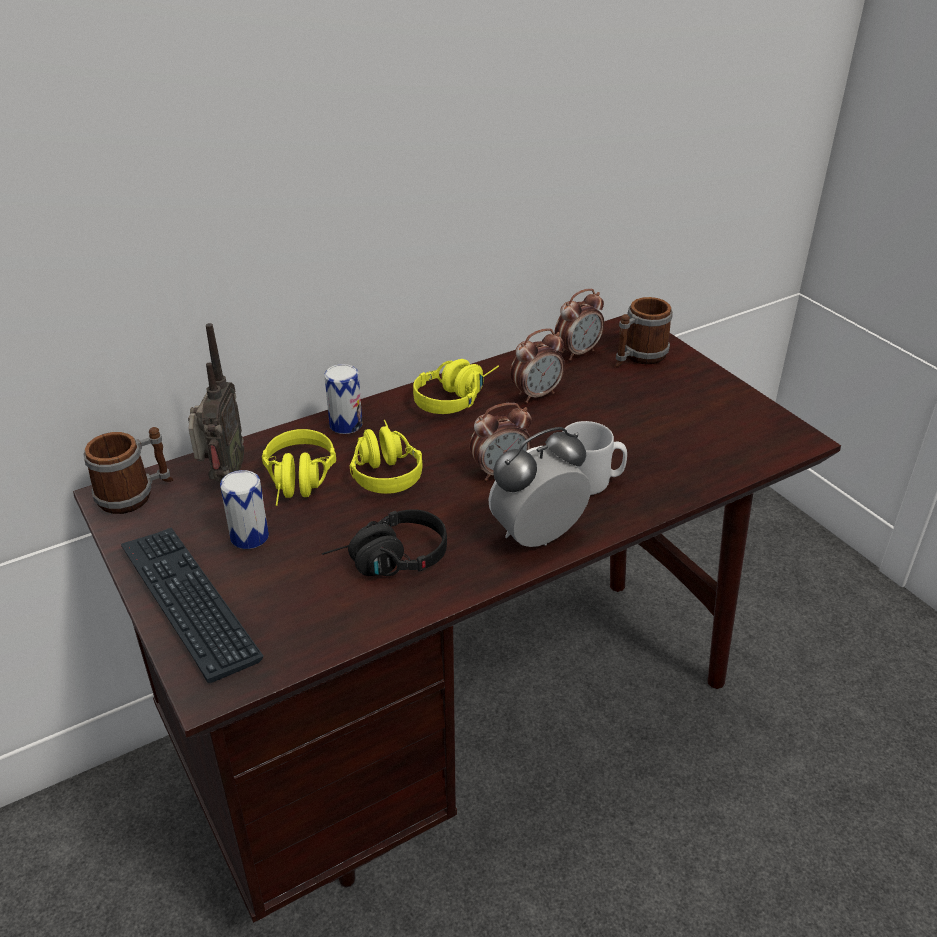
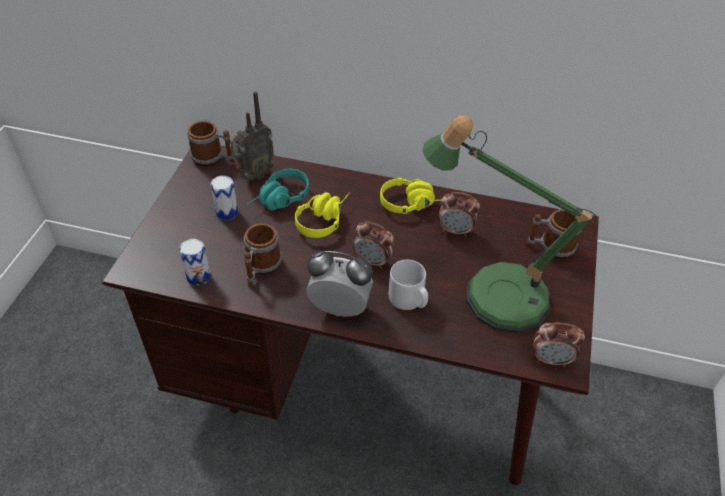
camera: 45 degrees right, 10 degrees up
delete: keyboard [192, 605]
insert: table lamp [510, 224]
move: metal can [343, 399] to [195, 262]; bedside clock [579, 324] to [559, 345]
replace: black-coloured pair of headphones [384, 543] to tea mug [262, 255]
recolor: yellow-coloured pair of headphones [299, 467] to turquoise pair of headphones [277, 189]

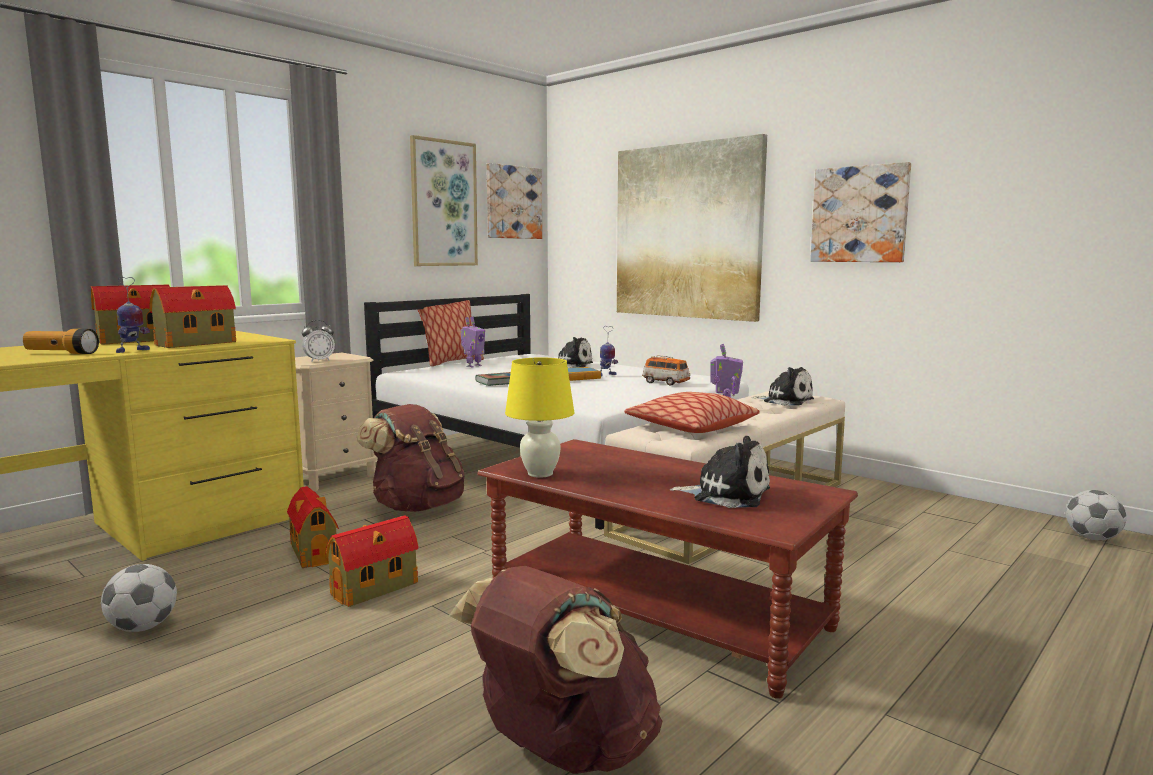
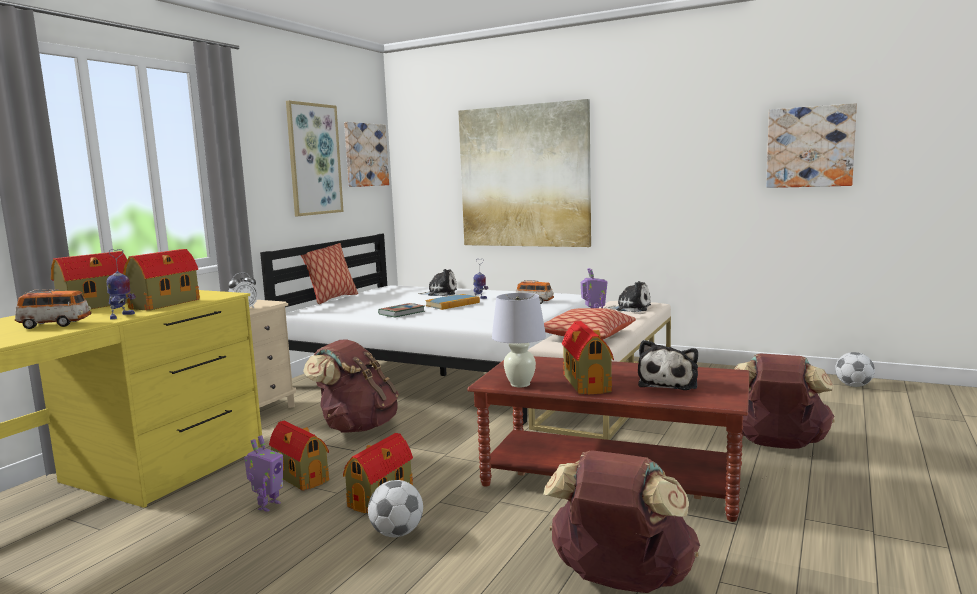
camera: 15 degrees left, 0 degrees up
insert: toy house [588, 357]; brown rucksack [784, 401]
move: football [139, 598] to [395, 508]; robot figure [473, 342] to [263, 473]; wall art [860, 212] to [811, 145]
replace: torch [61, 341] to miniature car [53, 309]
recolor: yellow-coloured table lamp [539, 418] to whitish table lamp [519, 340]
rotate: soft toy [720, 472] = [668, 365] 105 degrees clockwise

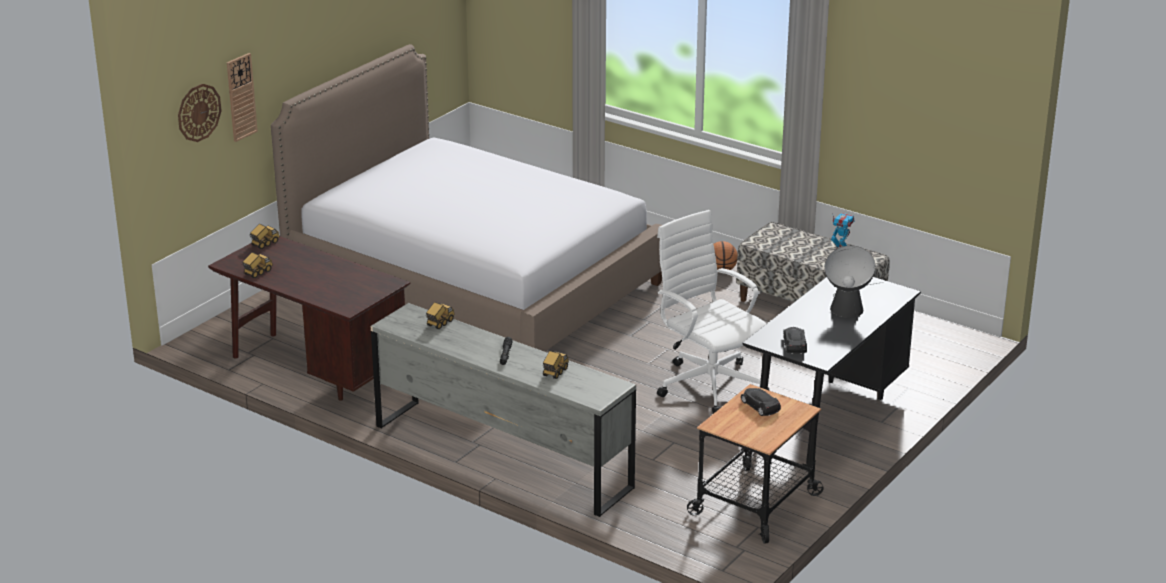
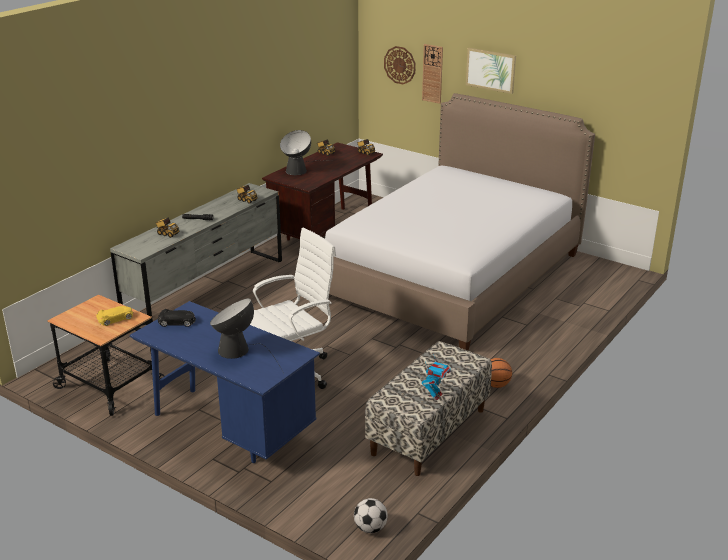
camera: 90 degrees right, 0 degrees up
insert: table lamp [306, 152]; football [371, 515]; wall art [491, 71]
recolor: black-coloured miniature car [761, 402] to yellow-coloured miniature car [114, 316]; black-coloured desk table [831, 370] to blue-coloured desk table [225, 382]

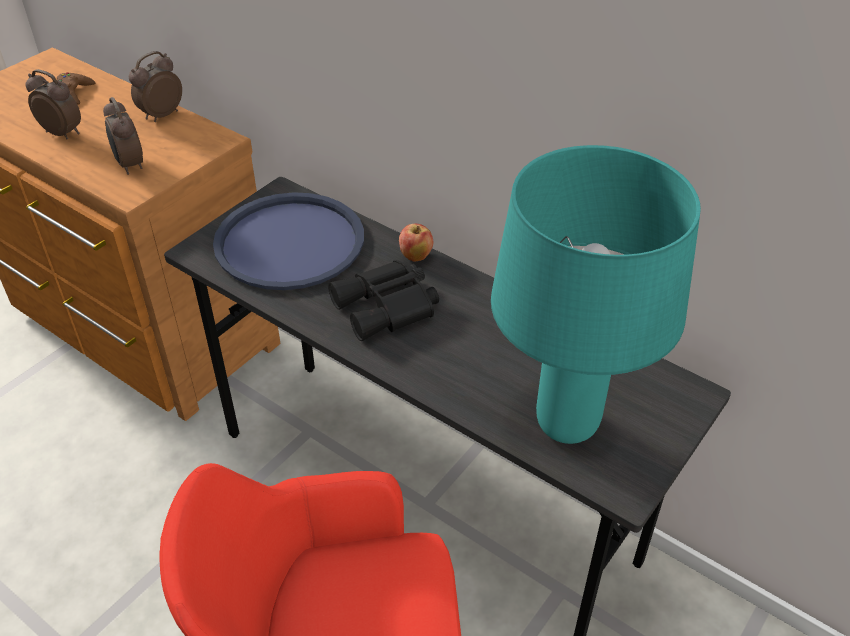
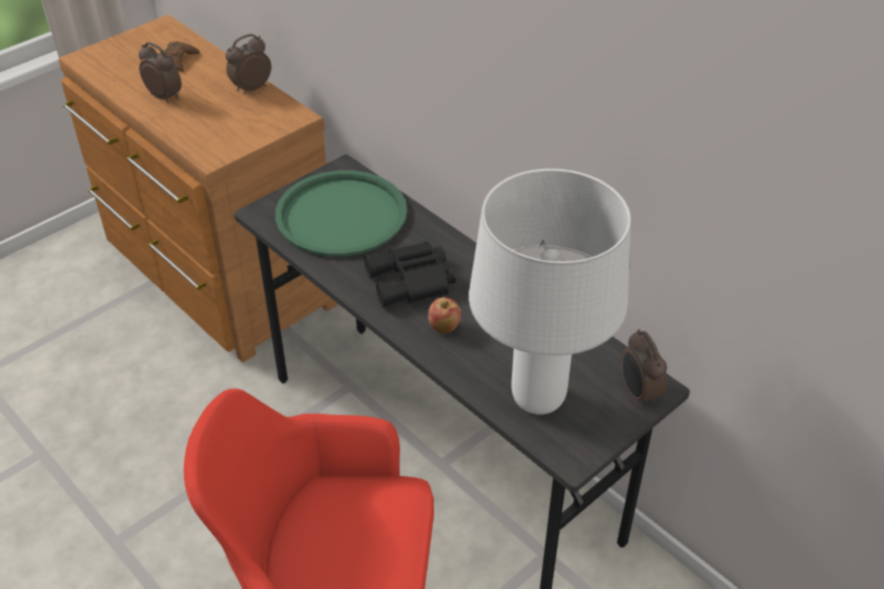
camera: 10 degrees right, 0 degrees up
move: bedside clock [123, 136] to [644, 368]; apple fruit [416, 243] to [444, 315]
recolor: blue-coloured carrying tray [288, 241] to greenish carrying tray [341, 213]; turquoise table lamp [596, 294] to whitish table lamp [550, 292]

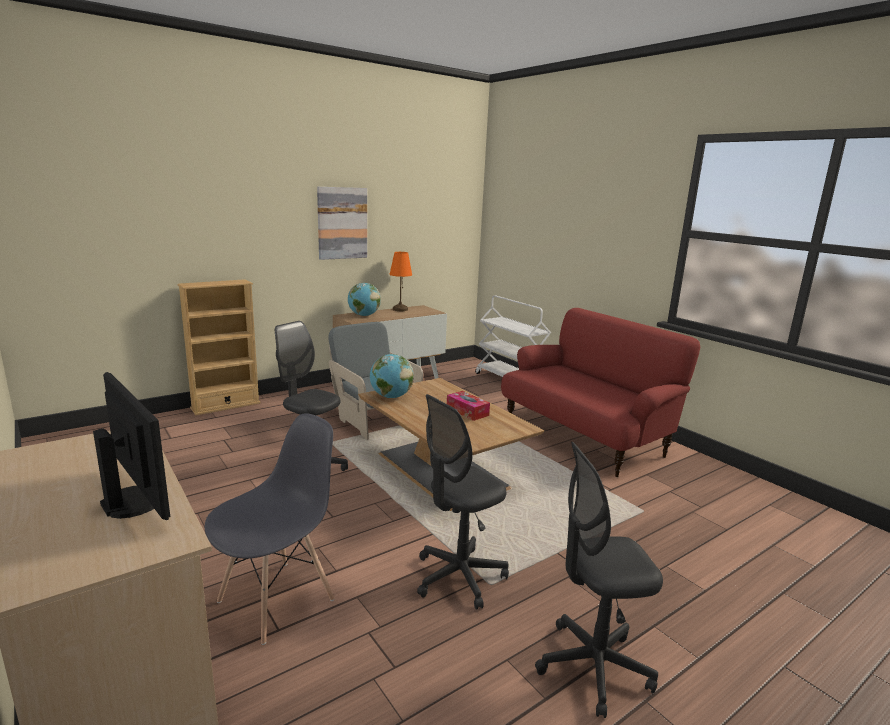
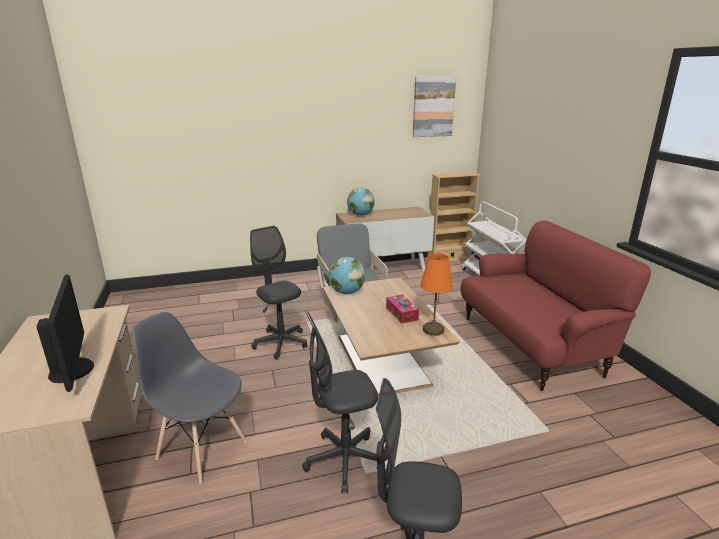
camera: 20 degrees right, 5 degrees up
move: beige bookcase [219, 347] to [454, 217]; wall art [342, 223] to [434, 107]; orange table lamp [401, 281] to [436, 294]
rotate: gray plain chair [270, 529] = [189, 398] 120 degrees counterclockwise

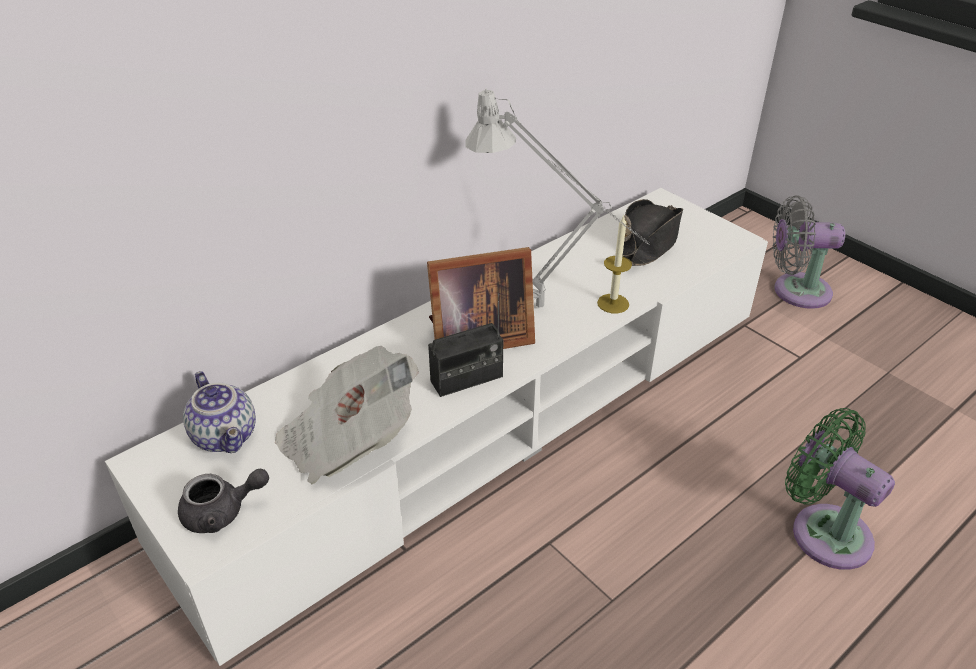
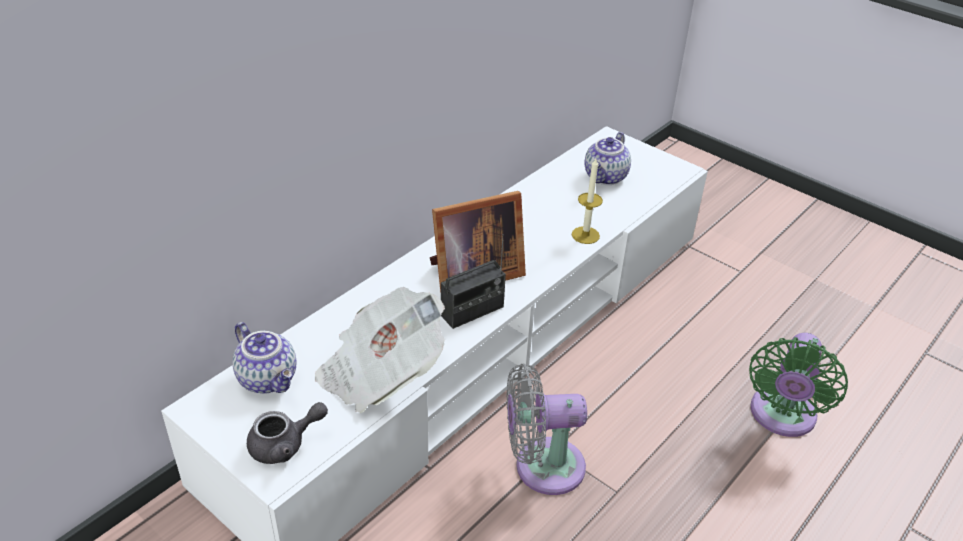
camera: 10 degrees left, 0 degrees up
delete: gray table lamp [558, 198]
move: gray fan [809, 252] to [547, 429]
replace: black-coloured clothing hat [653, 232] to pot for tea [607, 158]
rotate: greenish fan [840, 489] = [798, 385] 105 degrees counterclockwise

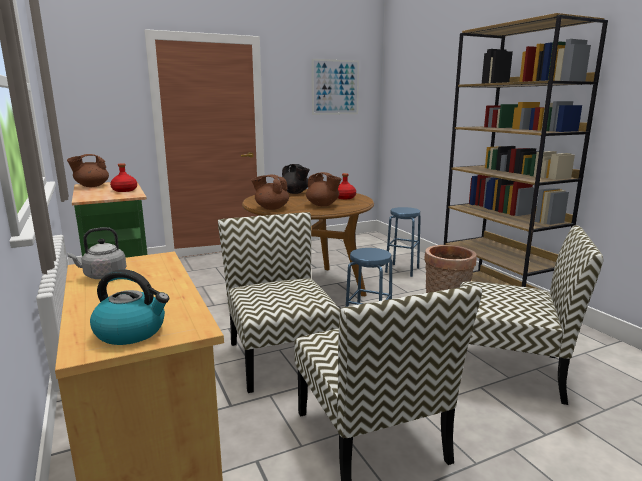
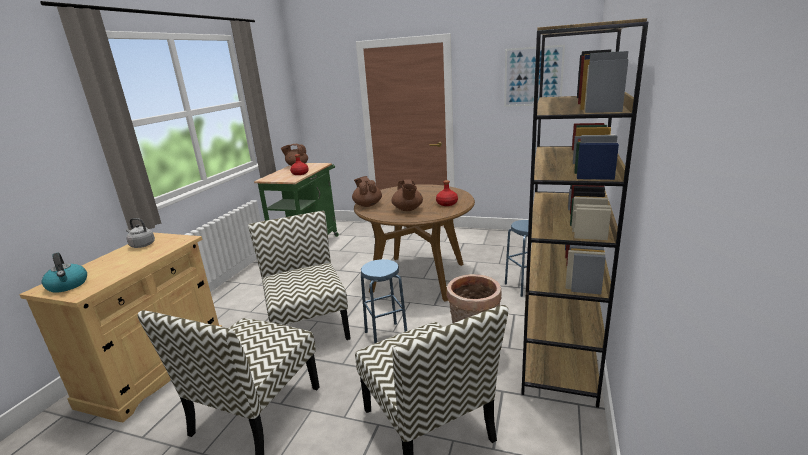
camera: 45 degrees right, 5 degrees up
delete: black-coloured pot for tea [296, 179]
rotate: plain chair [279, 302] = [299, 275] 45 degrees counterclockwise

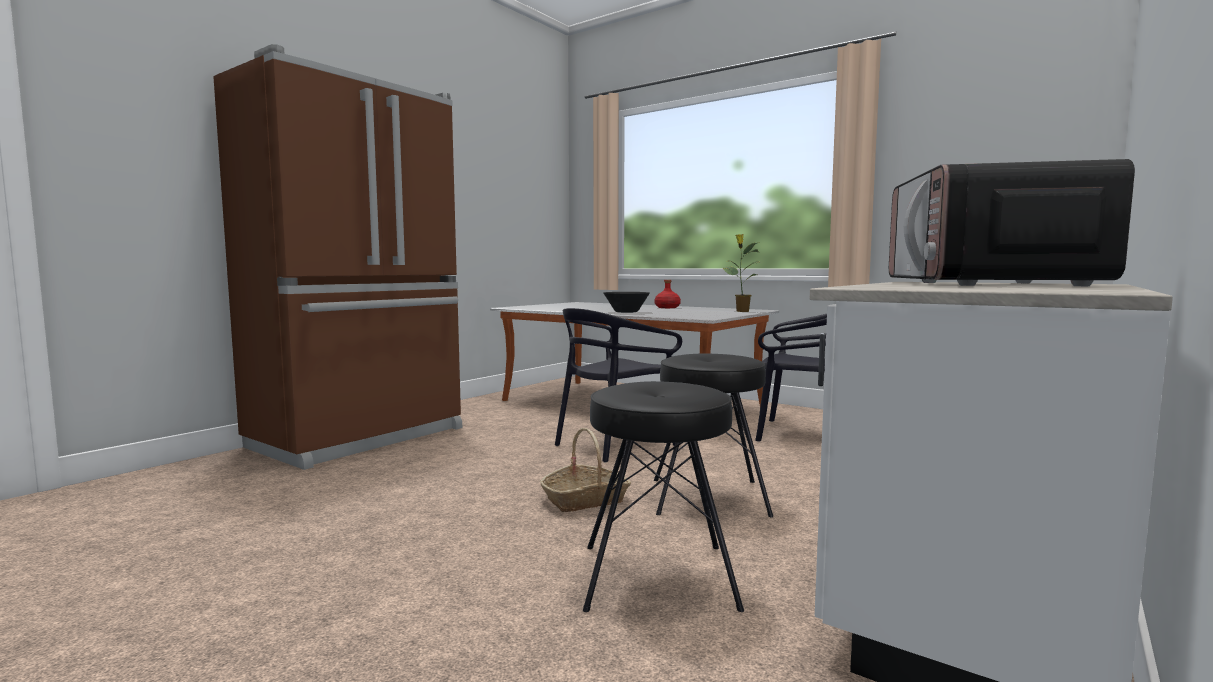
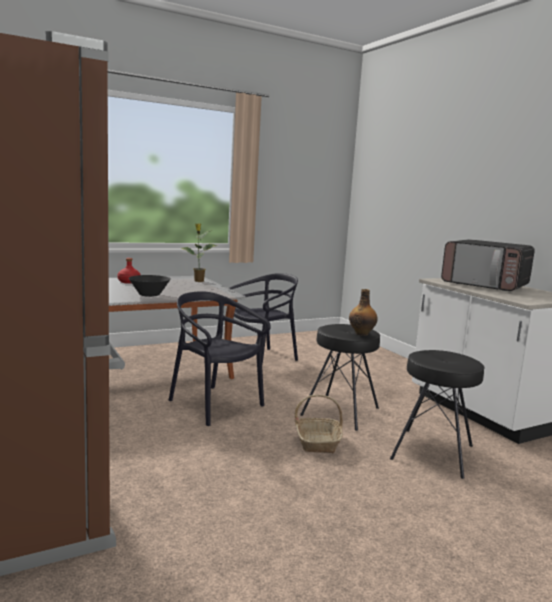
camera: 65 degrees left, 5 degrees up
insert: beverage bottle [363, 312]
rotate: black-coloured plain chair [618, 385] = [220, 358] 150 degrees clockwise

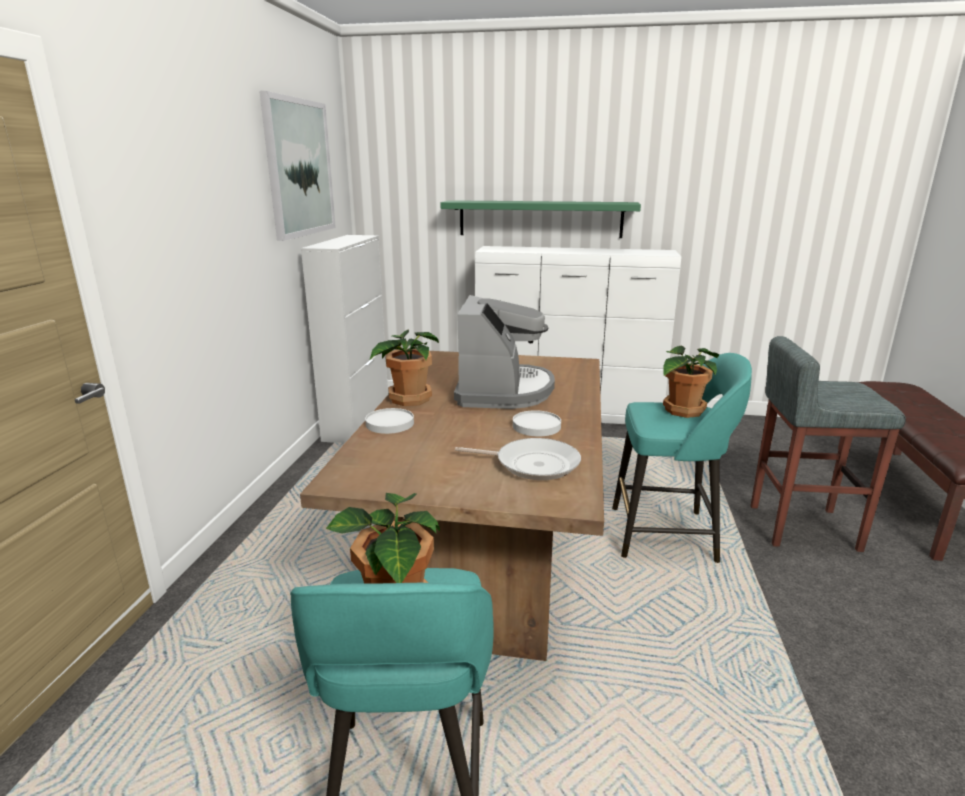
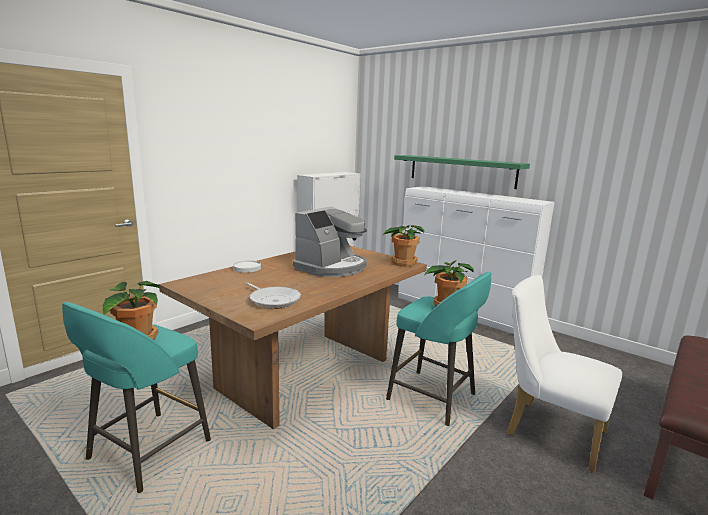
camera: 30 degrees right, 5 degrees down
delete: wall art [297, 166]; whitish dinner plate [537, 423]
move: houseplant [404, 367] to [403, 246]
replace: gray sitting stool [828, 444] to whitish plain chair [564, 374]

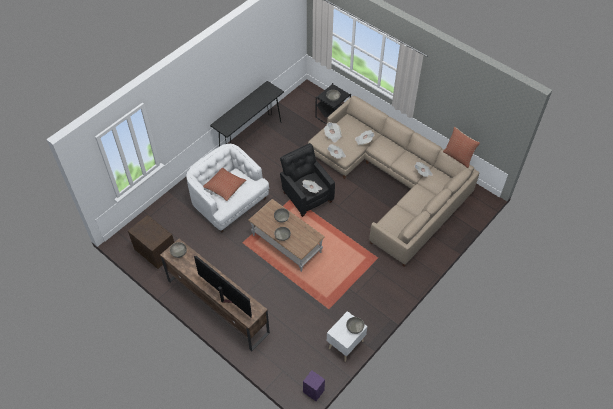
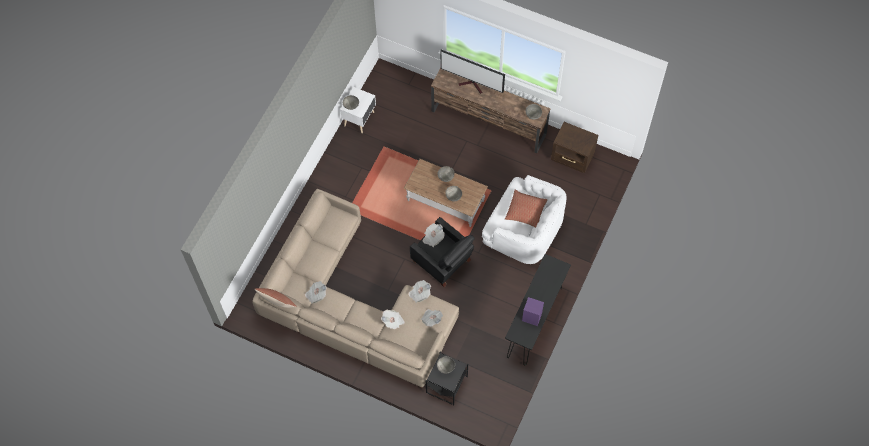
camera: 165 degrees right, 10 degrees up
move: purple-coloured speaker [314, 385] to [533, 311]

